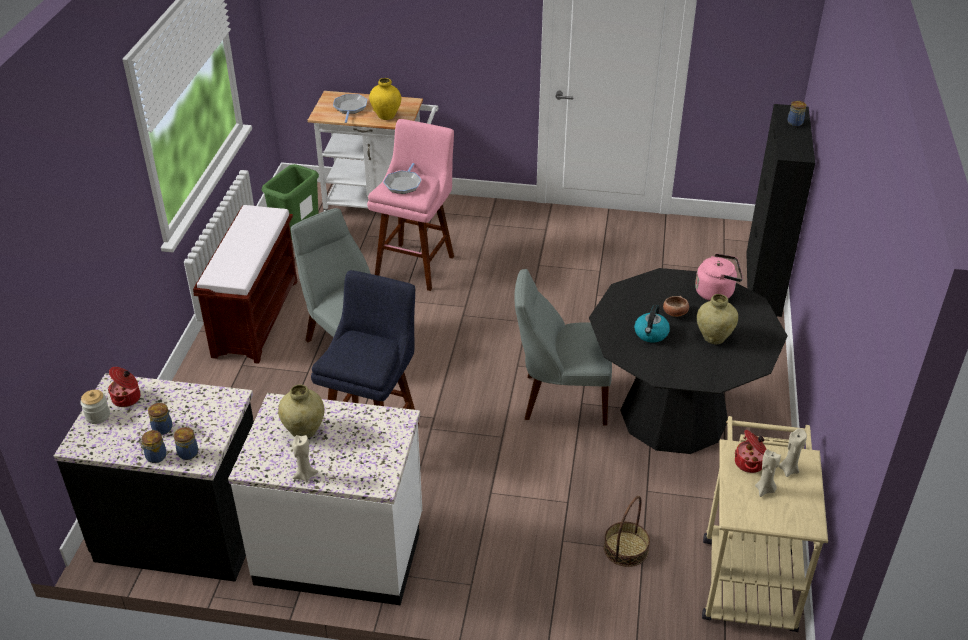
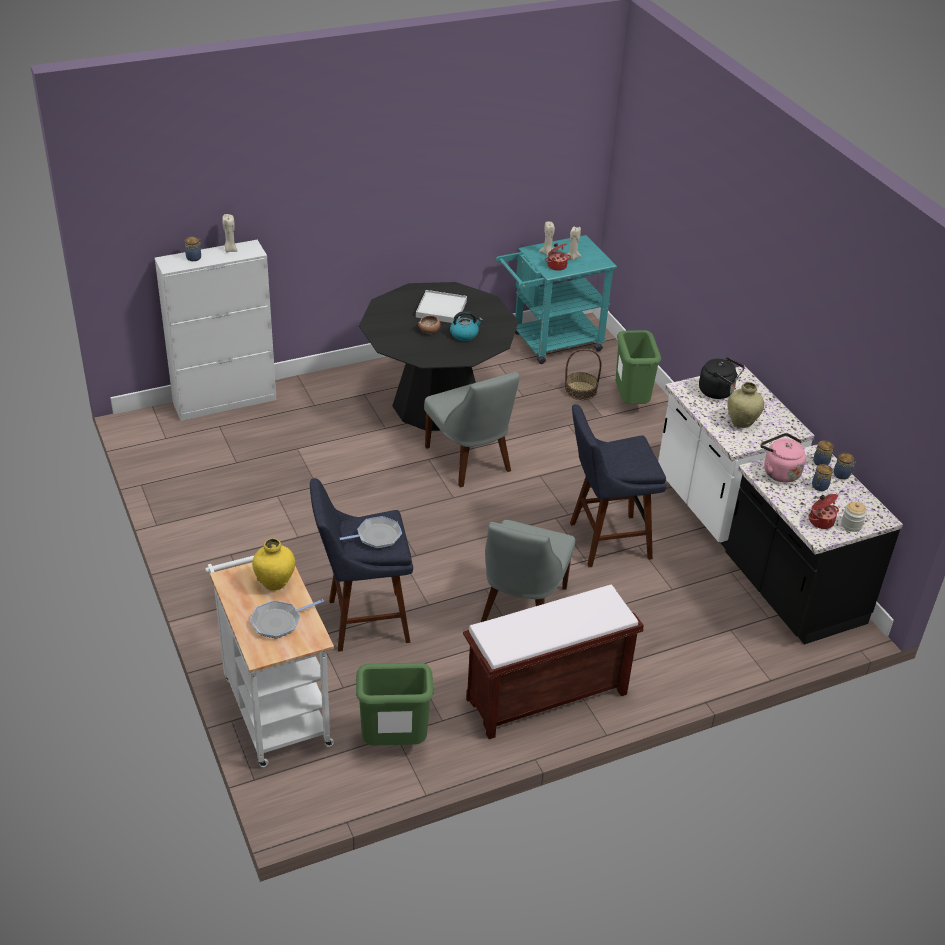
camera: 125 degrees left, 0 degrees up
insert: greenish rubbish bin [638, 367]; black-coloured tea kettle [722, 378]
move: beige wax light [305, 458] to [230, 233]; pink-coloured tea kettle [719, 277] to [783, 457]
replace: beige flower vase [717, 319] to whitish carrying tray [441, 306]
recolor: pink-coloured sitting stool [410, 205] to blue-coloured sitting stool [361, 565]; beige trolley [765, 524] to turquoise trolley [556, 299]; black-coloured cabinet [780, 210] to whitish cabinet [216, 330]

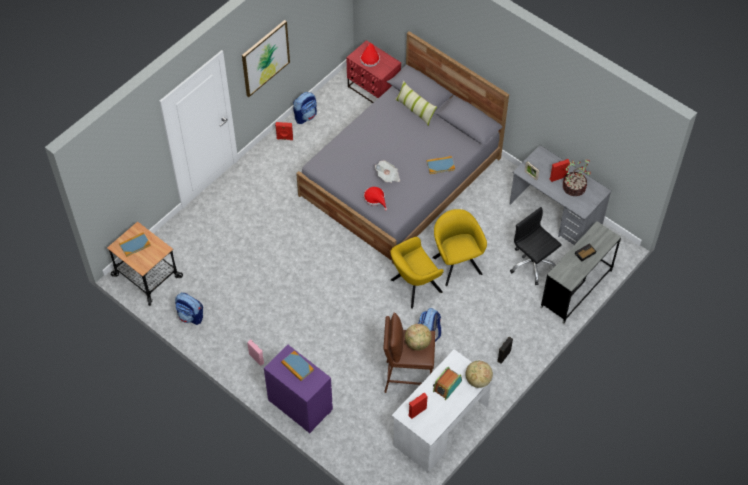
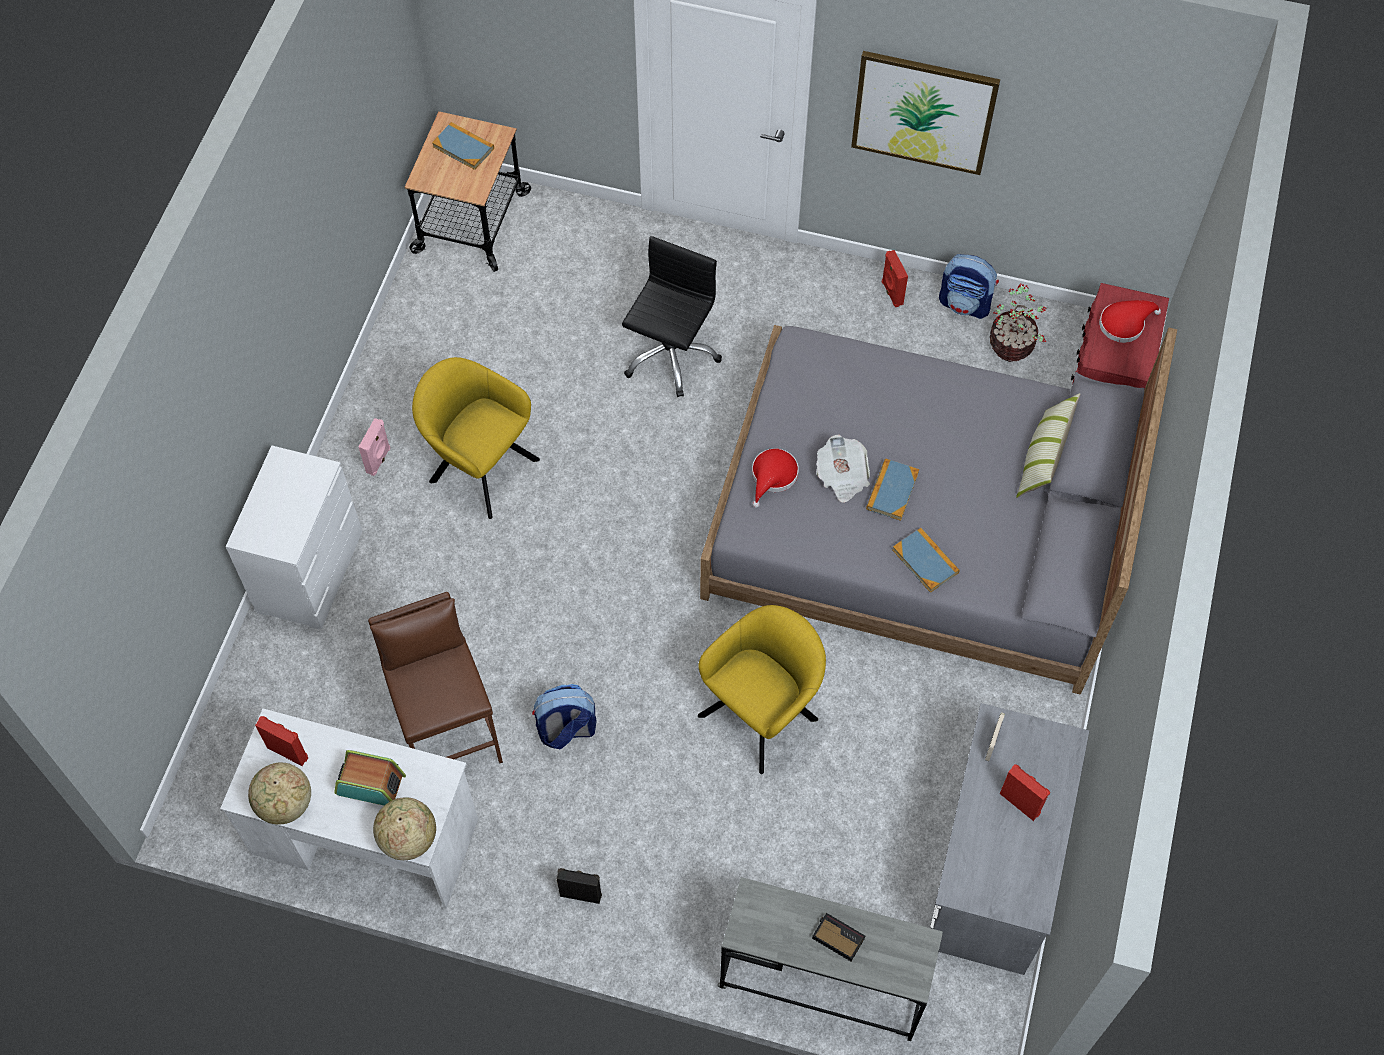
camera: 65 degrees right, 5 degrees up
delete: rucksack [189, 309]
move: volume [297, 366] to [892, 490]; yellow-coloured lounge chair [417, 273] to [476, 438]; desk globe [418, 337] to [279, 794]; black-coloured office chair [536, 246] to [672, 316]; houseplant [577, 178] to [1018, 322]
recolor: purple-coloured drawer chest [298, 389] to whitish drawer chest [294, 537]

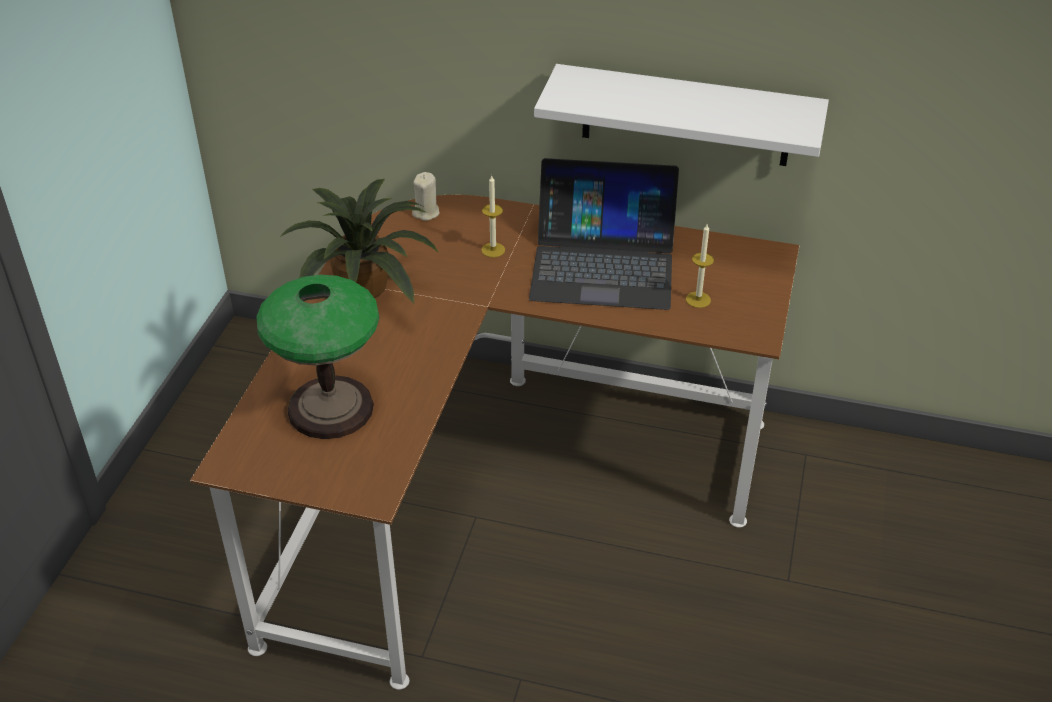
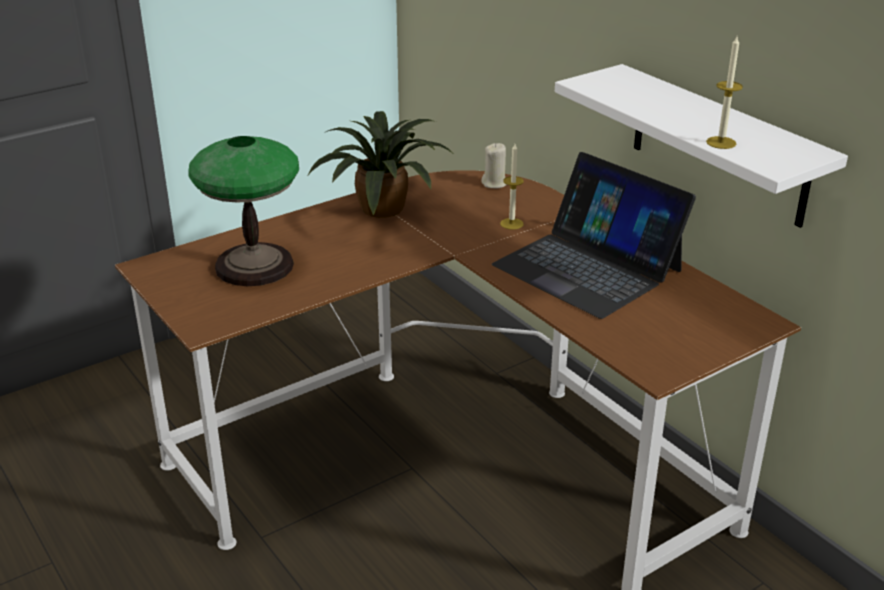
camera: 40 degrees right, 10 degrees down
move: wax light [700, 266] to [724, 92]

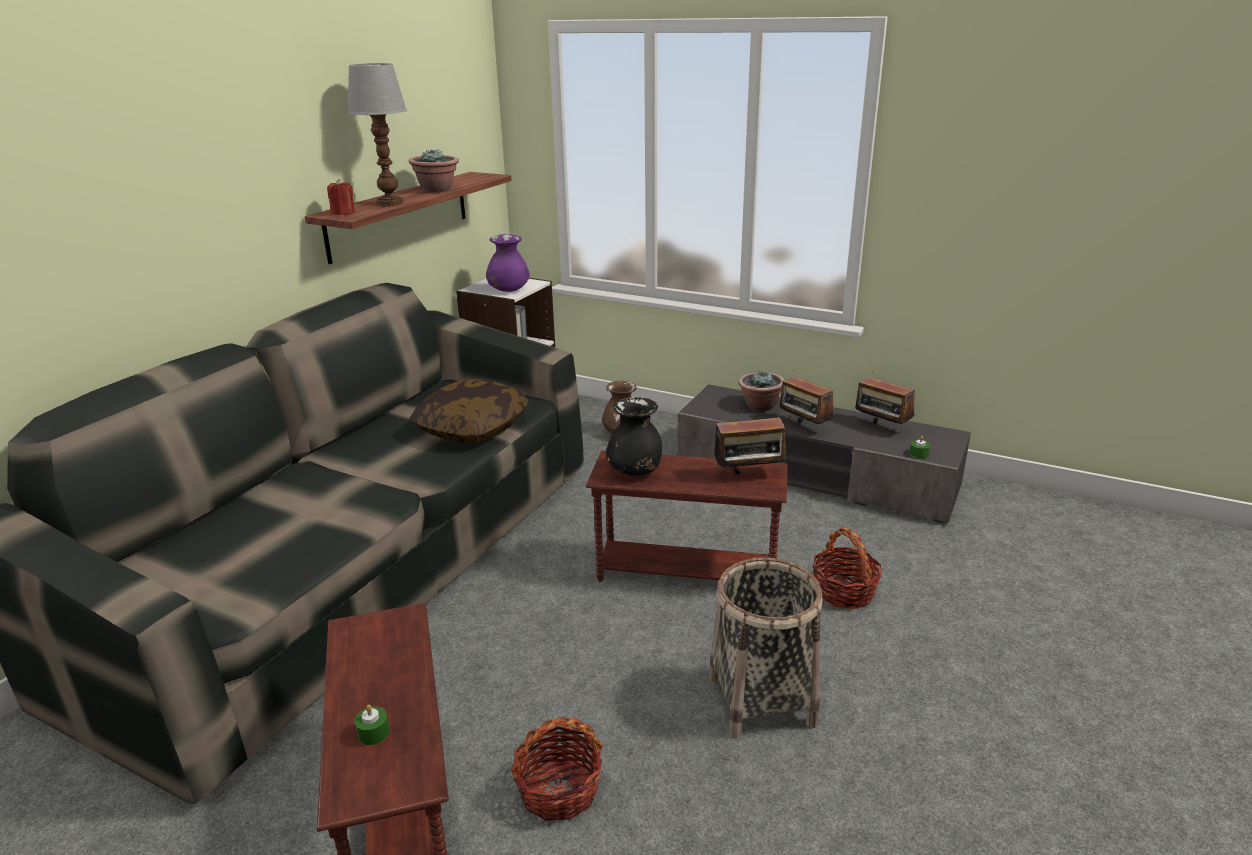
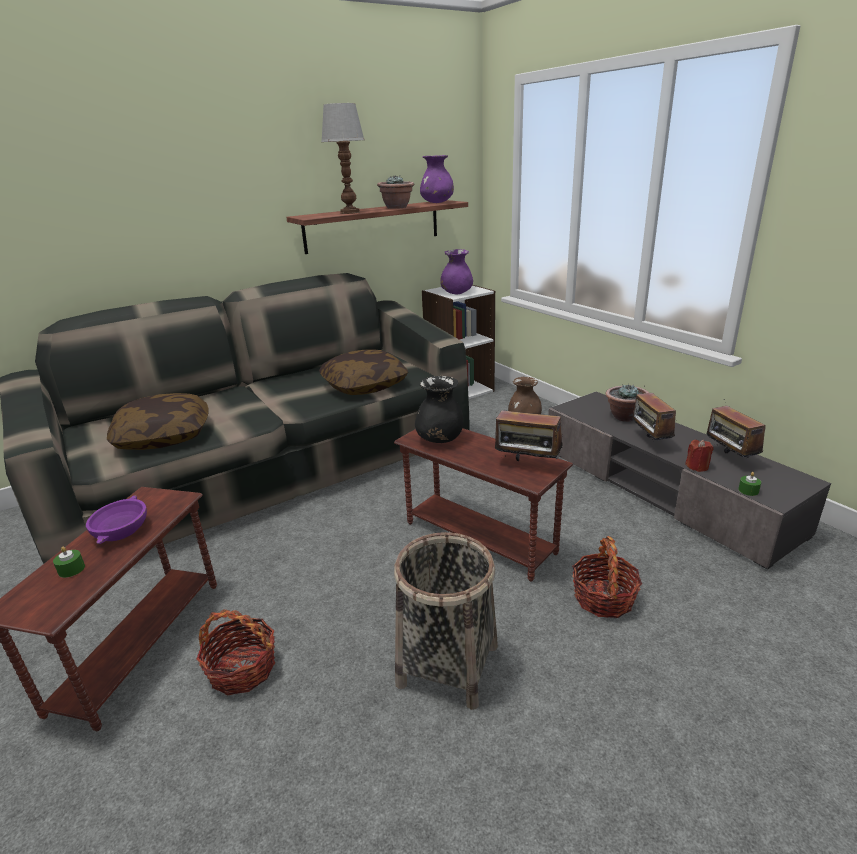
camera: 30 degrees right, 0 degrees up
insert: purple-coloured serving bowl [116, 519]; cushion [157, 421]; purple-coloured flower vase [437, 179]
move: red wax light [341, 197] to [699, 456]

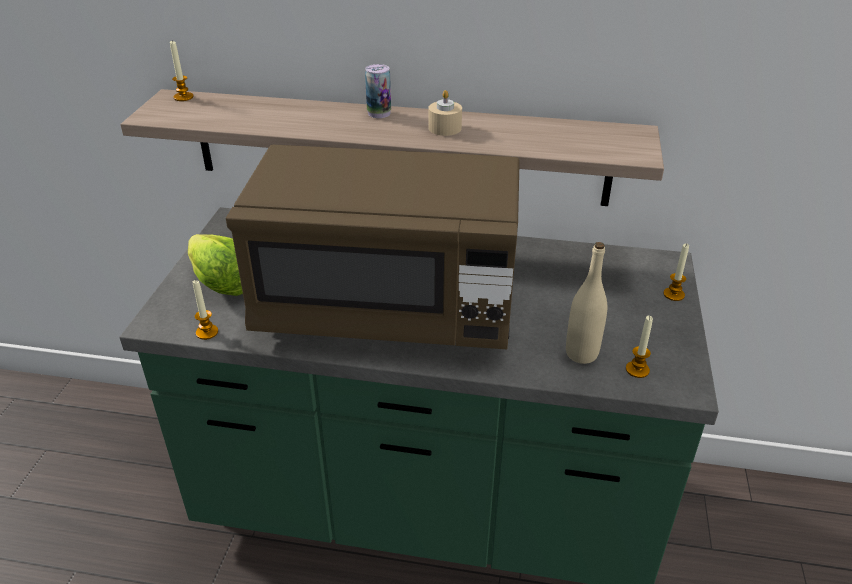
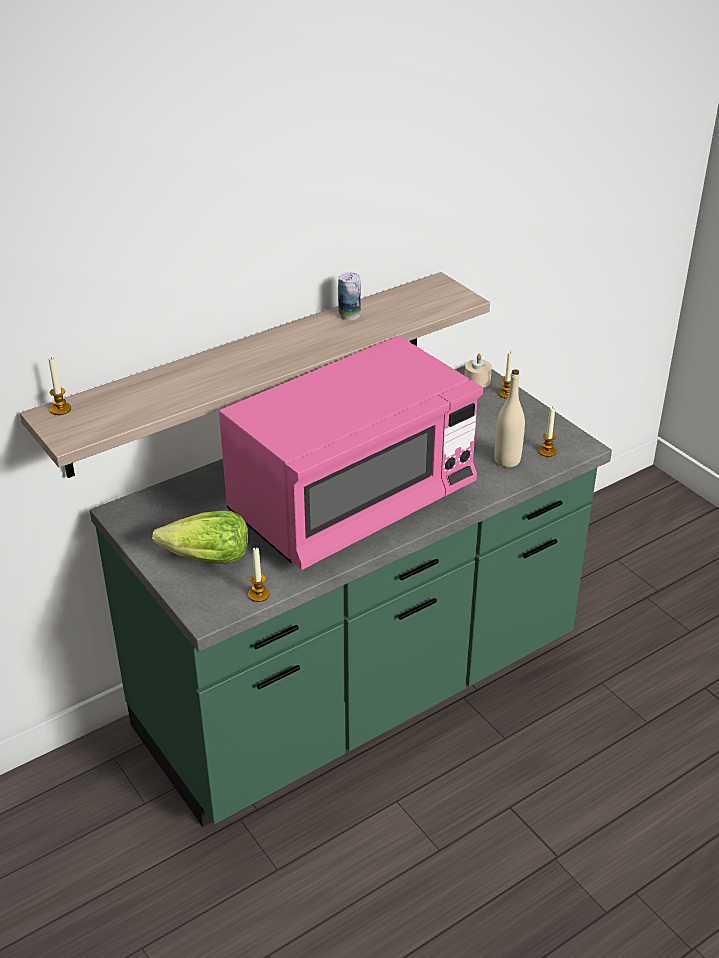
camera: 45 degrees left, 0 degrees up
move: metal can [378, 91] to [349, 296]; beige wax light [445, 113] to [478, 371]
recolor: brown microwave [373, 247] to pink-coloured microwave [351, 453]

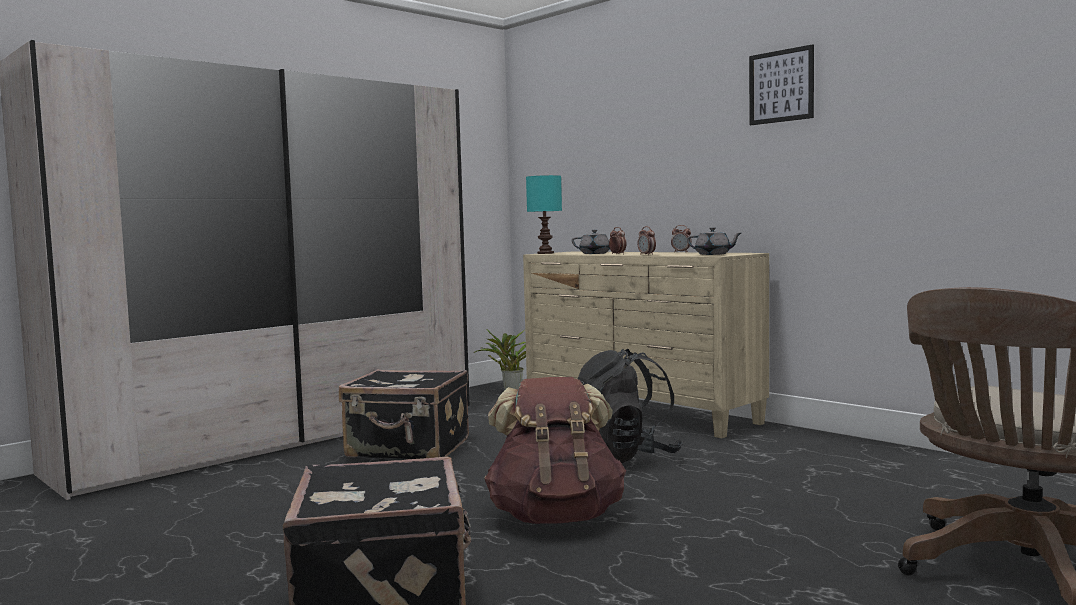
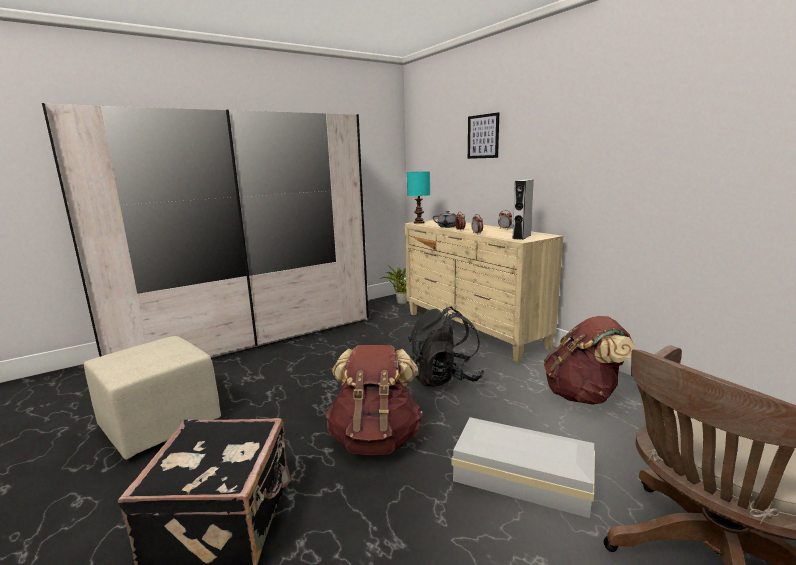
camera: 10 degrees right, 10 degrees up
delete: black-coloured suitcase [404, 414]
insert: beige pouffe [152, 398]; whitish storage bin [523, 467]; brown rucksack [589, 360]
move: wall art [781, 84] to [483, 135]
replace: gray pot for tea [714, 241] to gray speaker [523, 210]

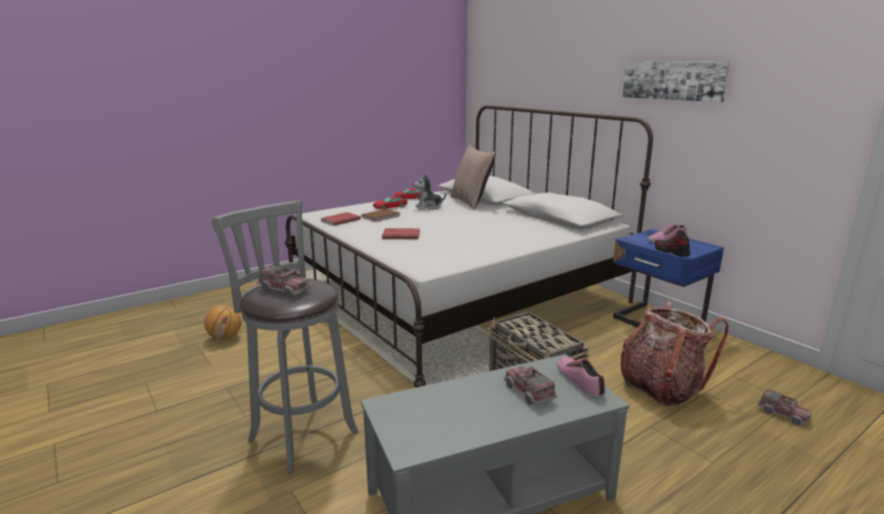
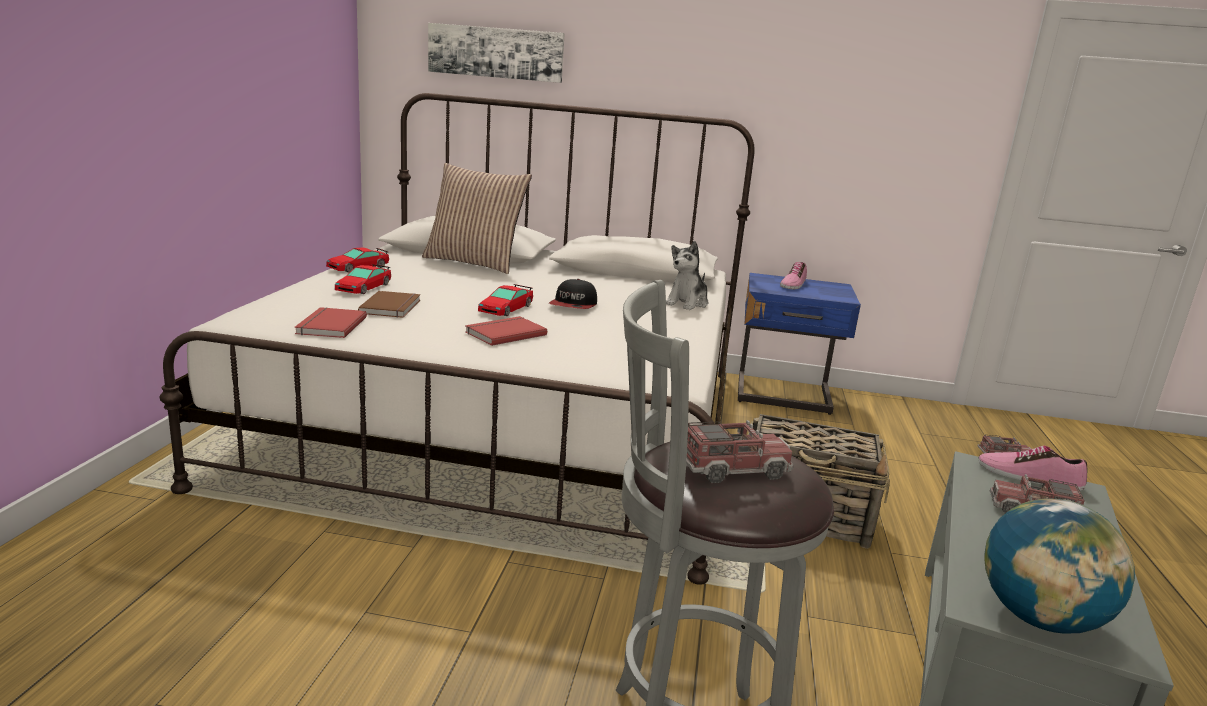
camera: 45 degrees left, 0 degrees up
delete: basketball [223, 322]; rucksack [675, 353]; item of footwear [672, 243]
insert: miniature car [505, 300]; baseball cap [573, 294]; desk globe [1059, 566]
move: soft toy [429, 192] to [687, 275]; wall art [676, 81] to [496, 53]

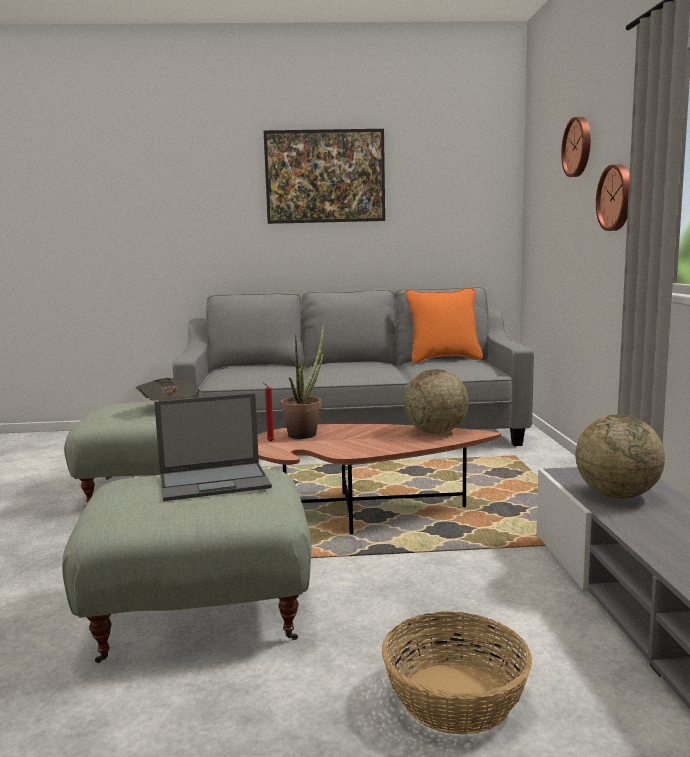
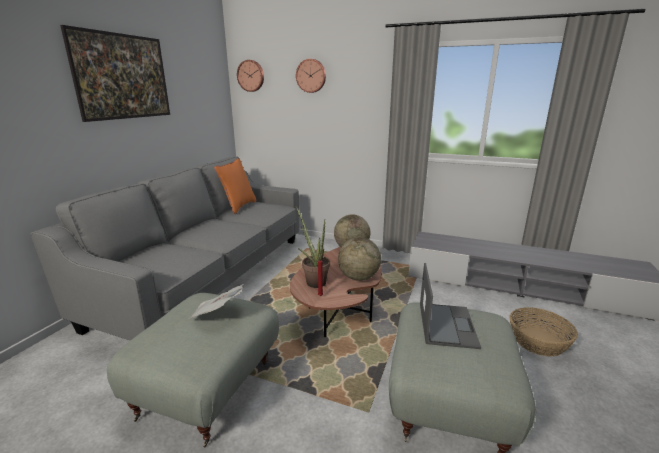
camera: 65 degrees left, 10 degrees up
move: desk globe [620, 457] to [359, 259]; hanging clock [613, 197] to [250, 76]

